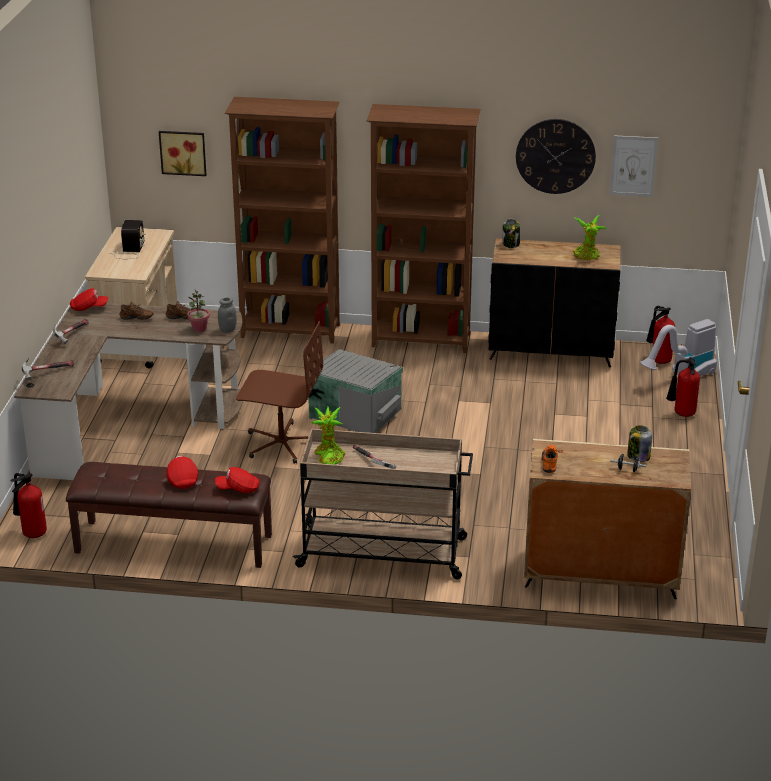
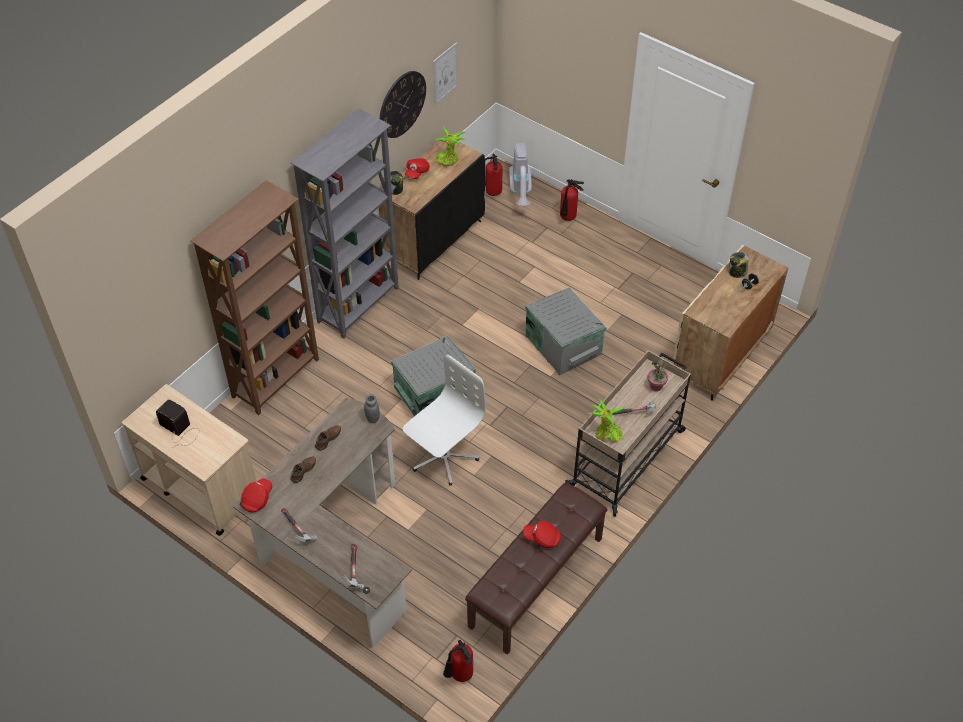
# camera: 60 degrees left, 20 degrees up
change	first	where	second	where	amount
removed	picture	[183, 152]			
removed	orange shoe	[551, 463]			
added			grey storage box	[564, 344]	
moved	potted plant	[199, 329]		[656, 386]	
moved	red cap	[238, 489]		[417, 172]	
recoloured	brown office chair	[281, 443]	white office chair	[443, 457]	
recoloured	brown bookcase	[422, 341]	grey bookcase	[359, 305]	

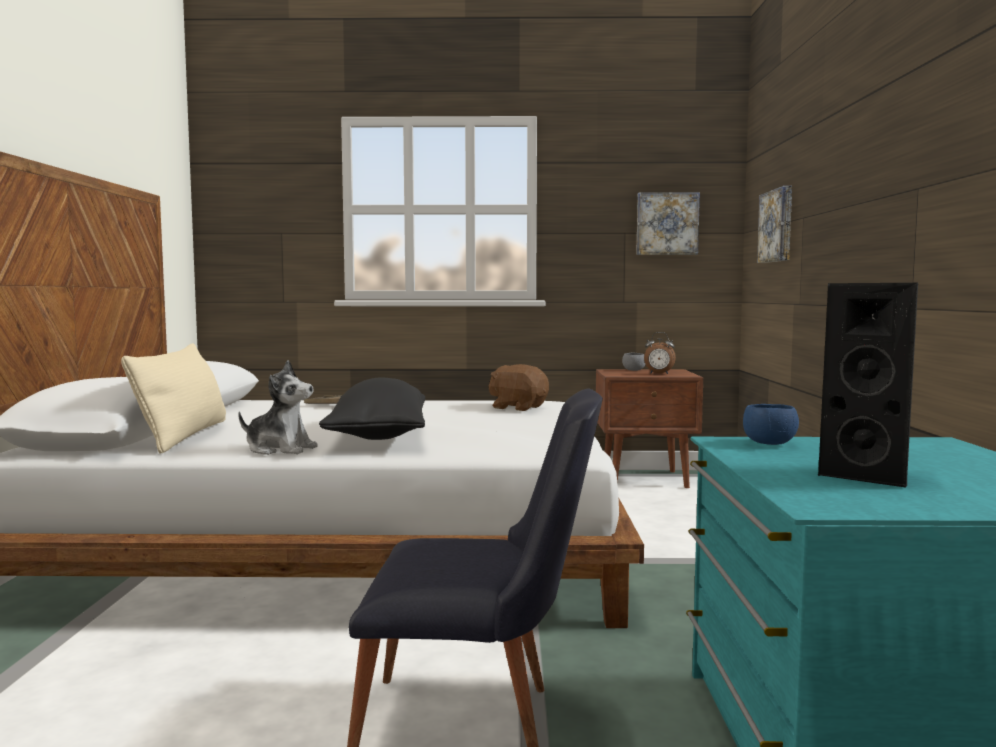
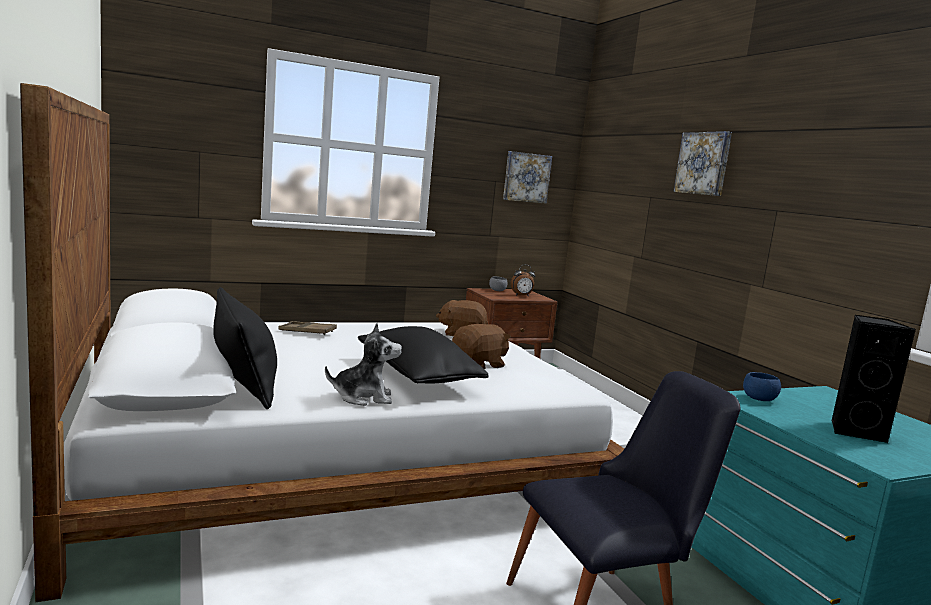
# camera: 25 degrees left, 5 degrees up
change	first	where	second	where	amount
added			brown plush toy	[479, 364]	
moved	picture	[778, 226]		[704, 163]	
recoloured	beige pillow	[183, 436]	black pillow	[243, 381]	

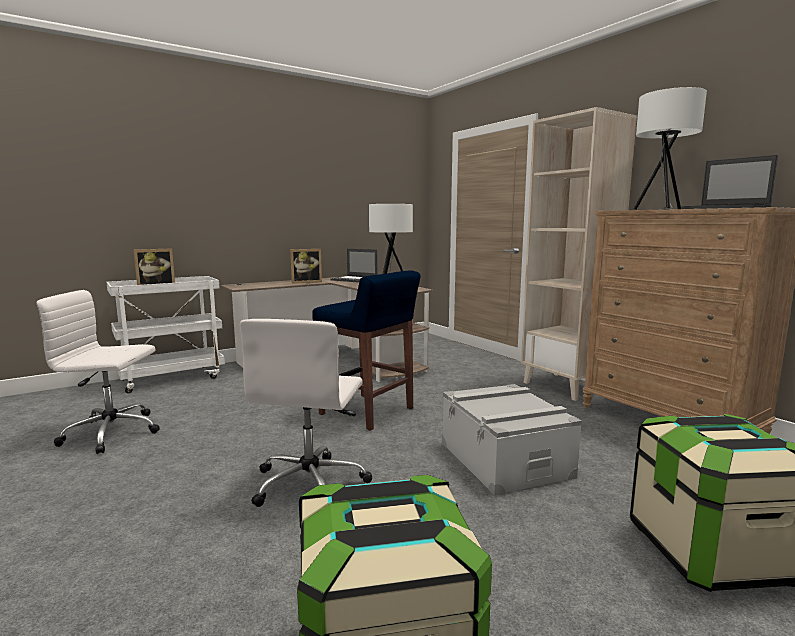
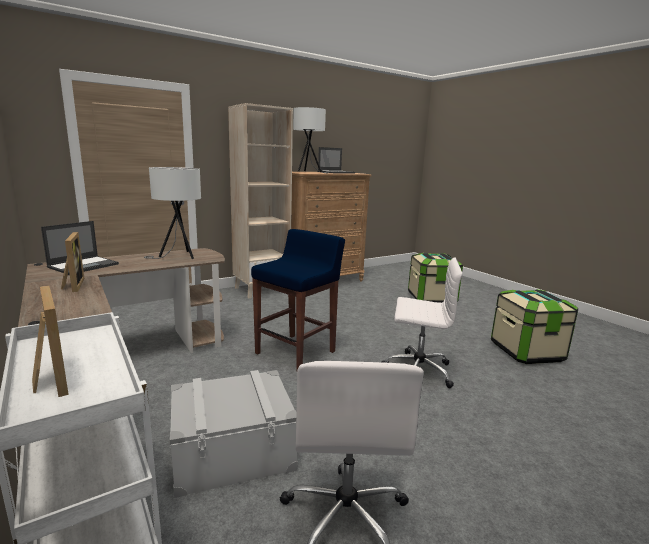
# camera: 90 degrees left, 5 degrees up
change	first	where	second	where	amount
moved	grey storage box	[505, 459]		[233, 450]	

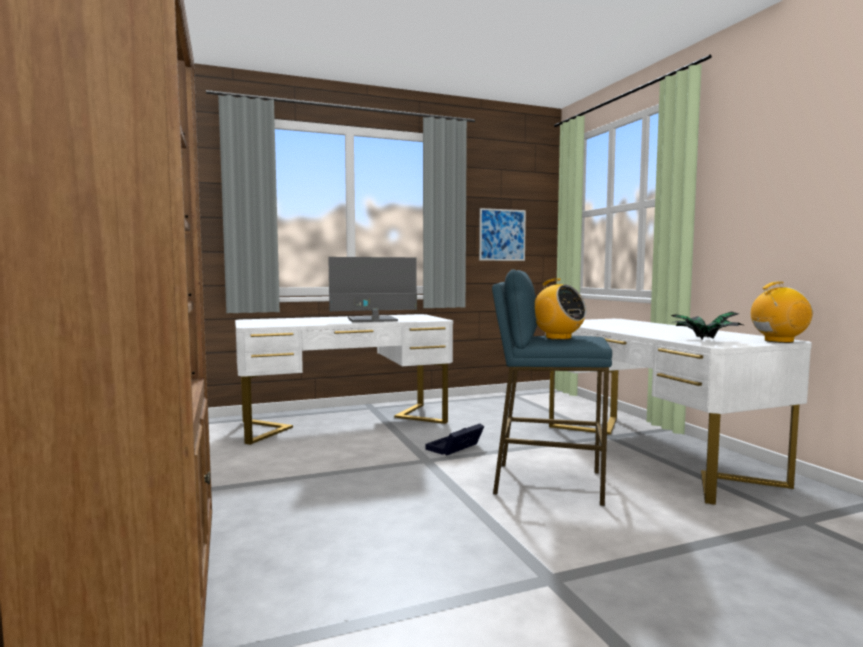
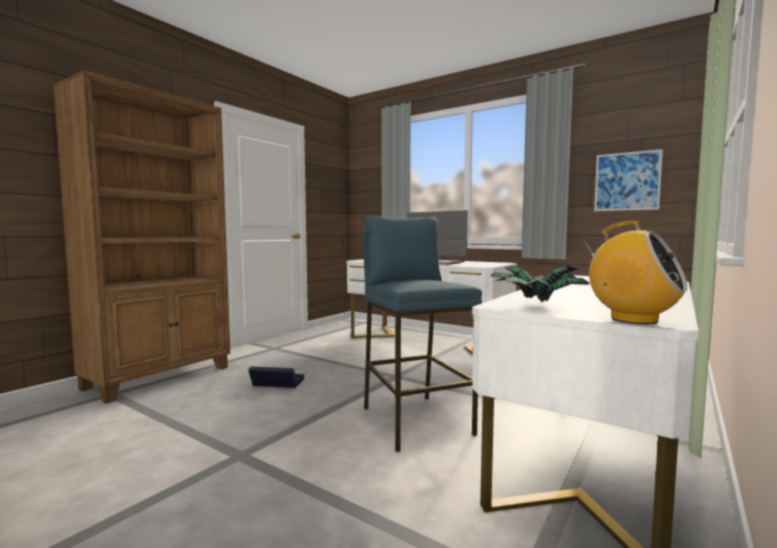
# camera: 55 degrees right, 0 degrees up
change	first	where	second	where	amount
removed	radio	[558, 338]			
moved	black storage box	[454, 448]		[275, 384]	

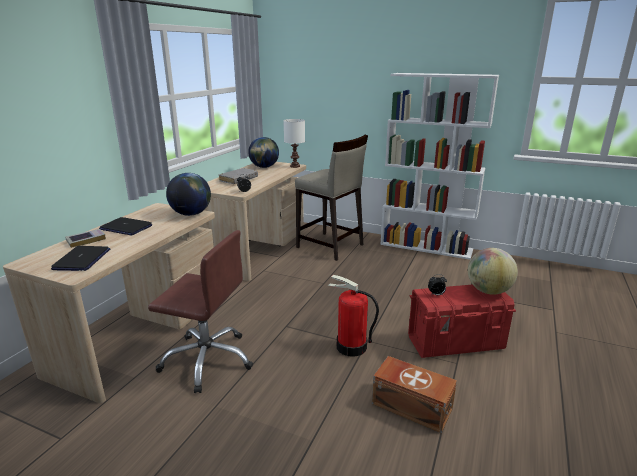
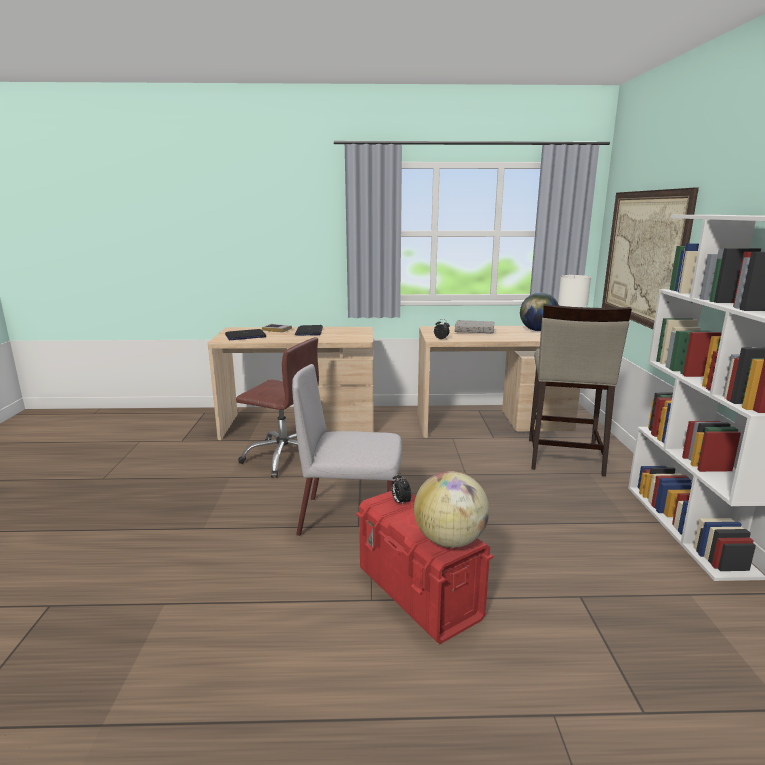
# camera: 65 degrees right, 5 degrees down
change	first	where	second	where	amount
removed	globe	[191, 214]			
removed	brown storage box	[411, 405]			
added			picture	[643, 257]	
replaced	fire extinguisher	[351, 347]	grey chair	[351, 518]	
turned	brown office chair	[208, 359]		[284, 457]	60 degrees counterclockwise

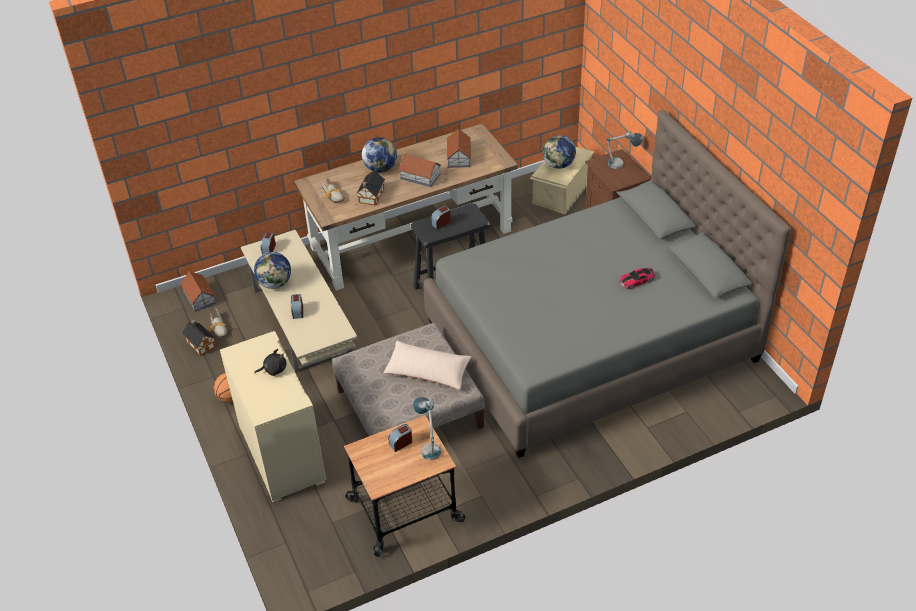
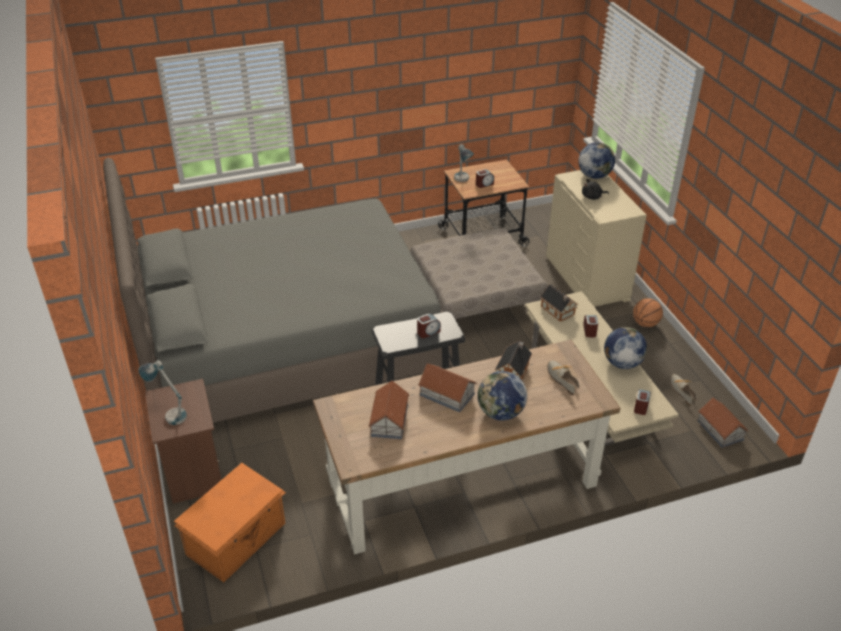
# camera: 175 degrees left, 5 degrees down
change	first	where	second	where	amount
removed	beige pillow	[428, 371]			
removed	toy car	[636, 280]			
moved	toy house	[200, 343]		[558, 311]	
moved	globe	[558, 165]		[594, 175]	
recoloured	beige storage box	[560, 192]	orange storage box	[238, 539]	

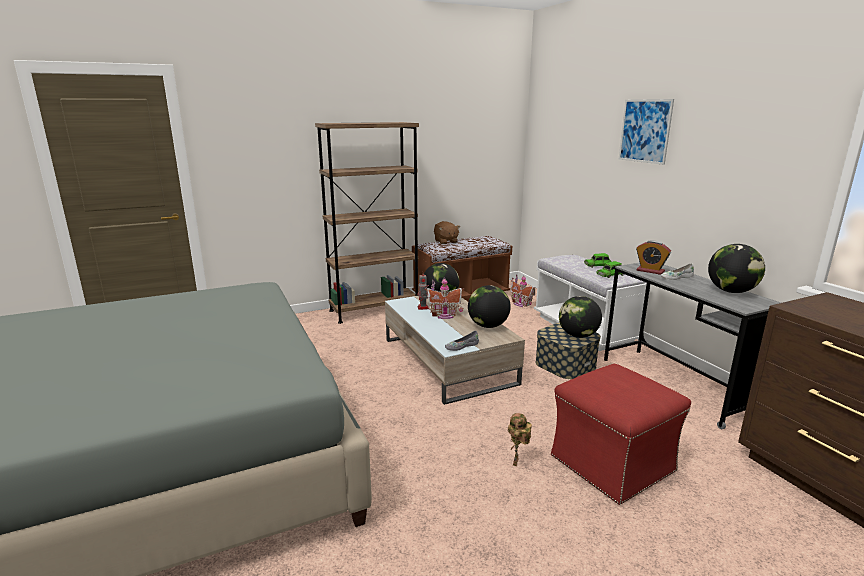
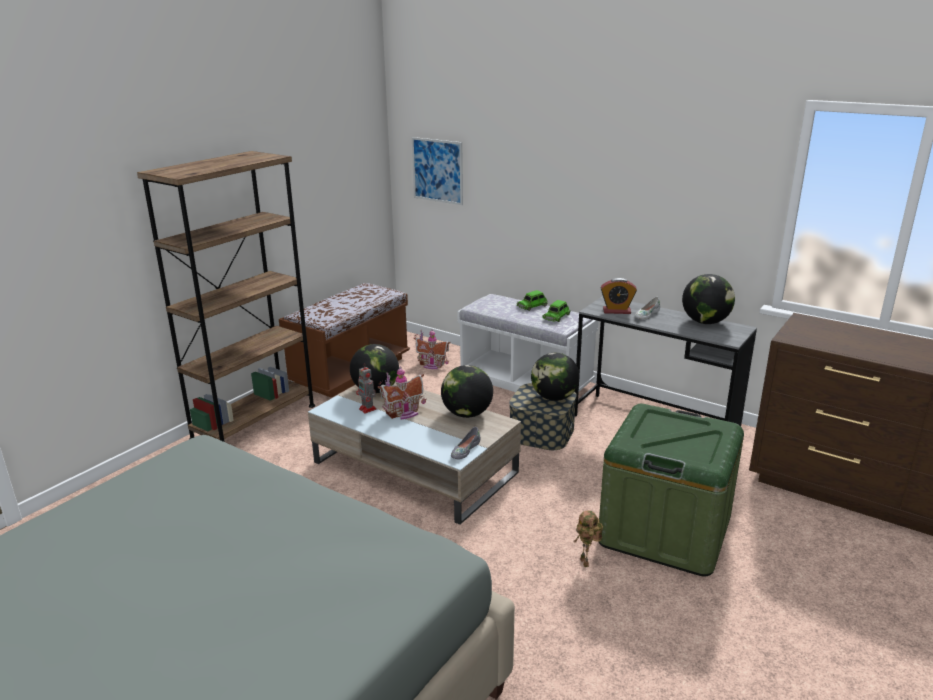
# camera: 30 degrees left, 5 degrees up
change	first	where	second	where	amount
removed	brown plush toy	[445, 241]			
moved	picture	[645, 131]		[437, 170]	
replaced	red ottoman	[611, 464]	green storage box	[664, 530]	

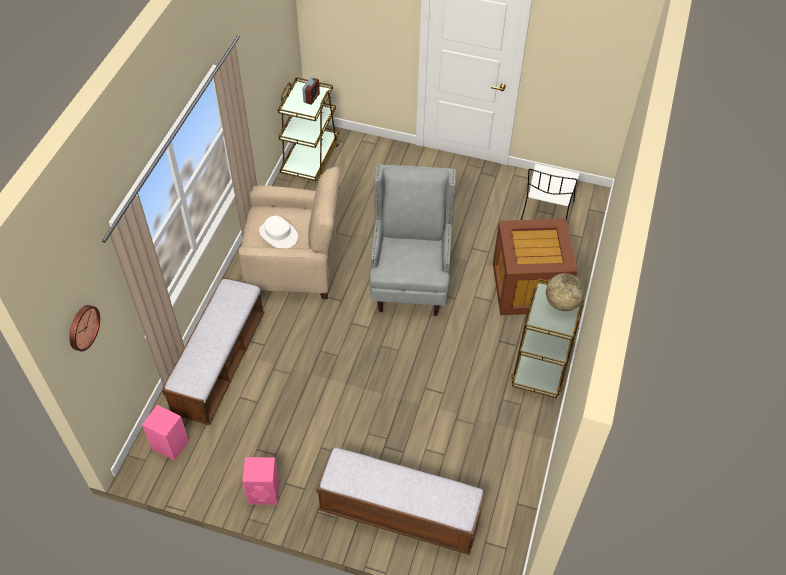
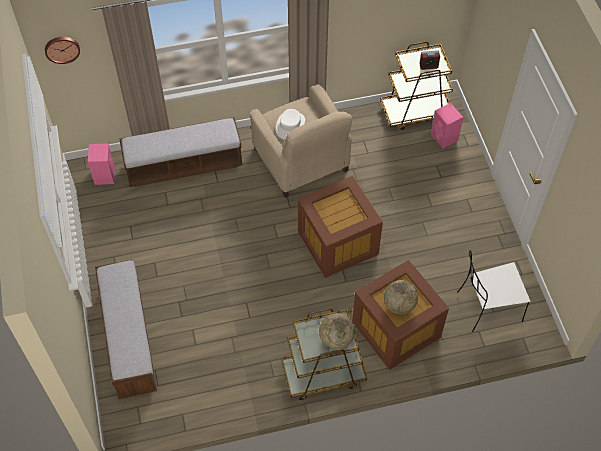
# camera: 60 degrees right, 5 degrees up
change	first	where	second	where	amount
added			globe	[399, 305]	
moved	pink speaker	[265, 492]		[444, 137]	
replaced	grey armchair	[410, 283]	brown storage box	[339, 243]	

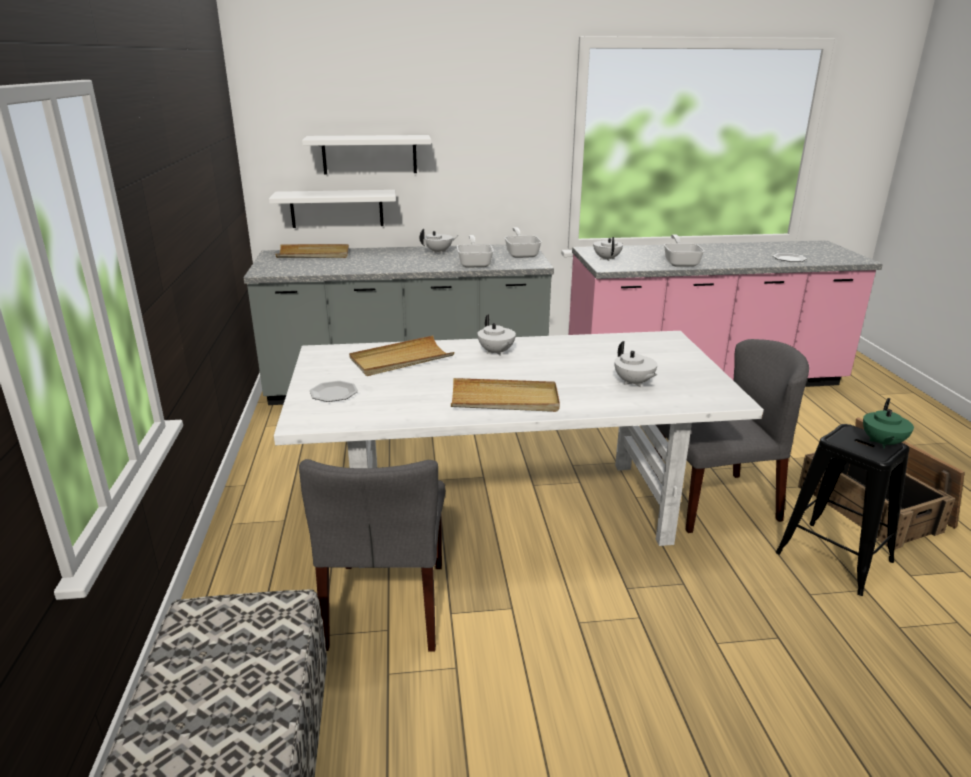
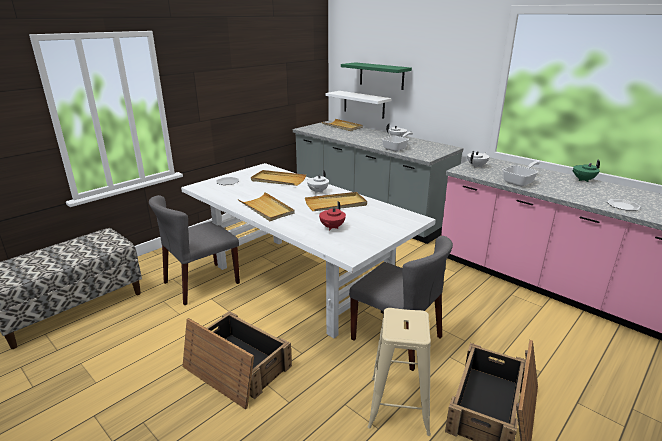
# camera: 50 degrees right, 0 degrees up
change	first	where	second	where	amount
removed	frying pan	[521, 253]			
added			crate	[236, 367]	
added			beige tray	[336, 204]	
moved	green teapot	[882, 443]		[582, 180]	
recoloured	white shelf	[369, 154]	green shelf	[381, 76]	
recoloured	white teapot	[633, 383]	red teapot	[331, 227]	
recoloured	black stool	[833, 557]	beige stool	[399, 404]	

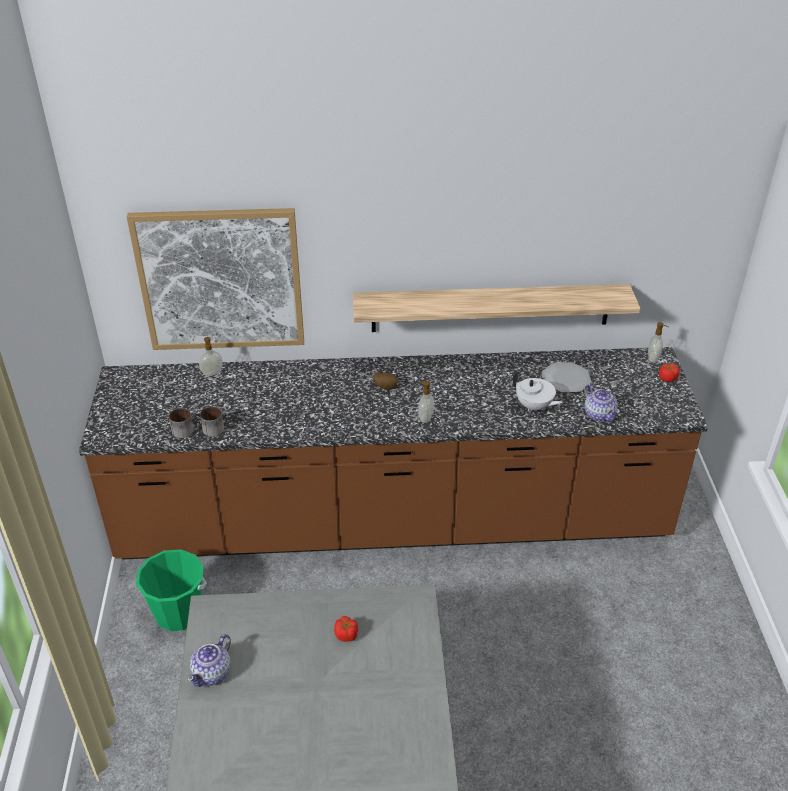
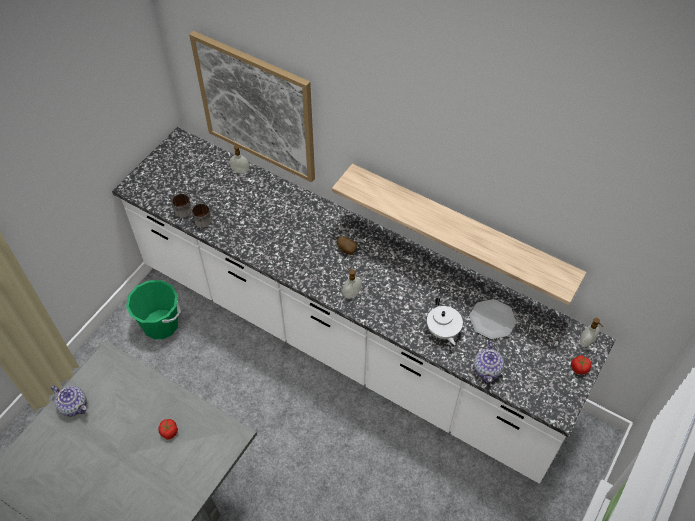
# camera: 35 degrees right, 15 degrees up
change	first	where	second	where	amount
recoloured	brown counter	[394, 522]	white counter	[347, 340]	
turned	teapot	[212, 673]		[73, 405]	120 degrees counterclockwise

